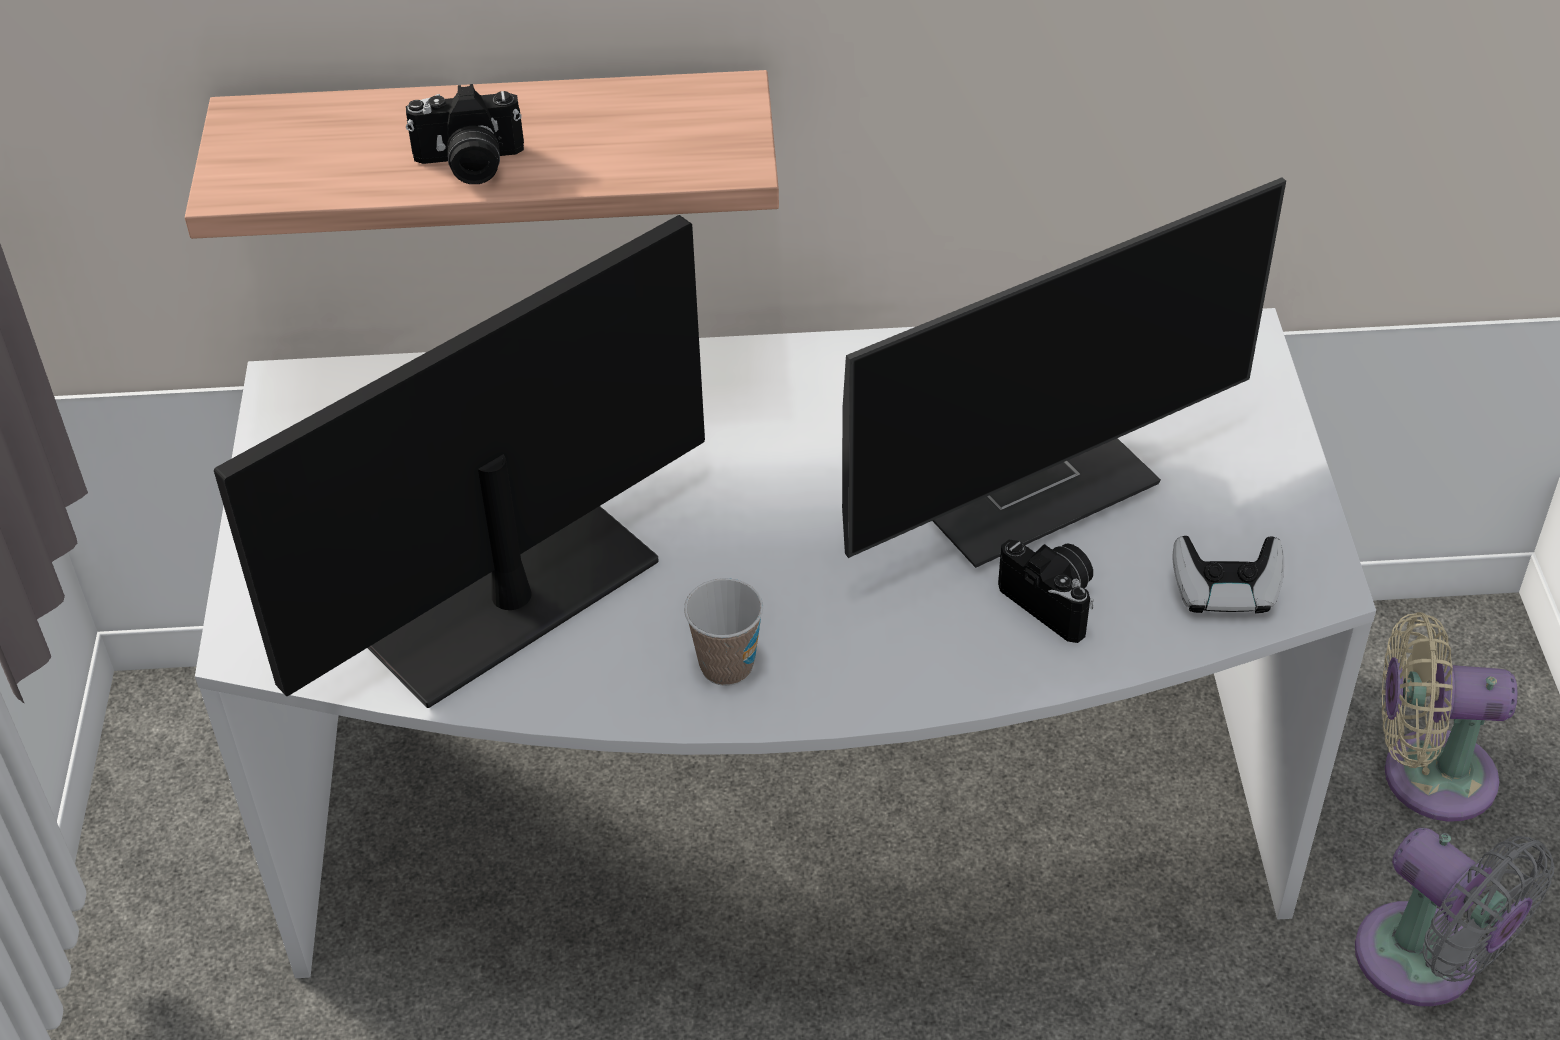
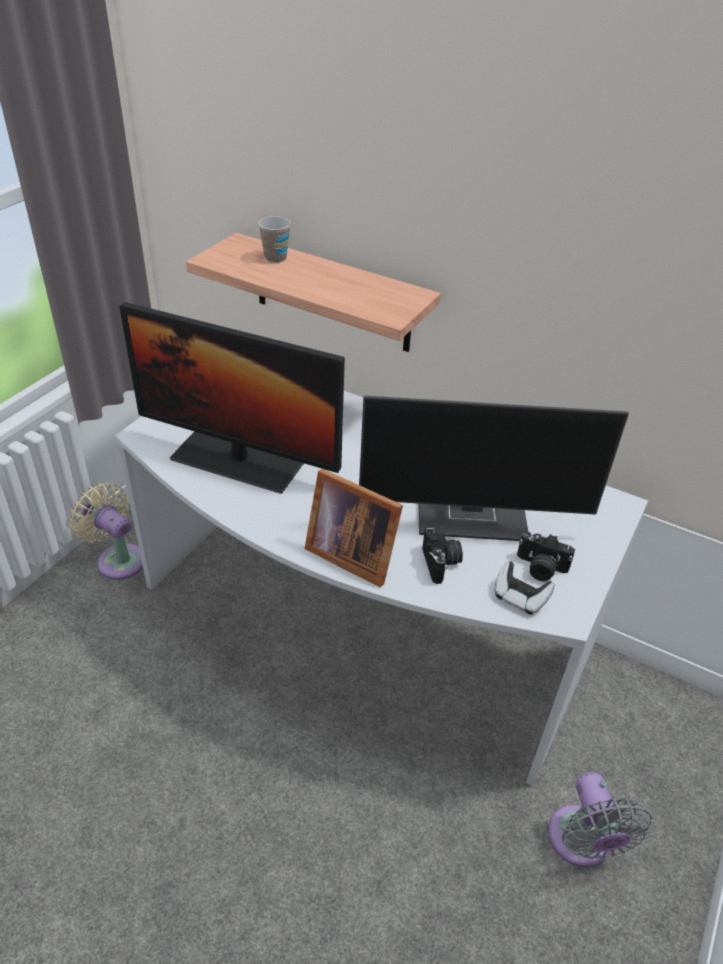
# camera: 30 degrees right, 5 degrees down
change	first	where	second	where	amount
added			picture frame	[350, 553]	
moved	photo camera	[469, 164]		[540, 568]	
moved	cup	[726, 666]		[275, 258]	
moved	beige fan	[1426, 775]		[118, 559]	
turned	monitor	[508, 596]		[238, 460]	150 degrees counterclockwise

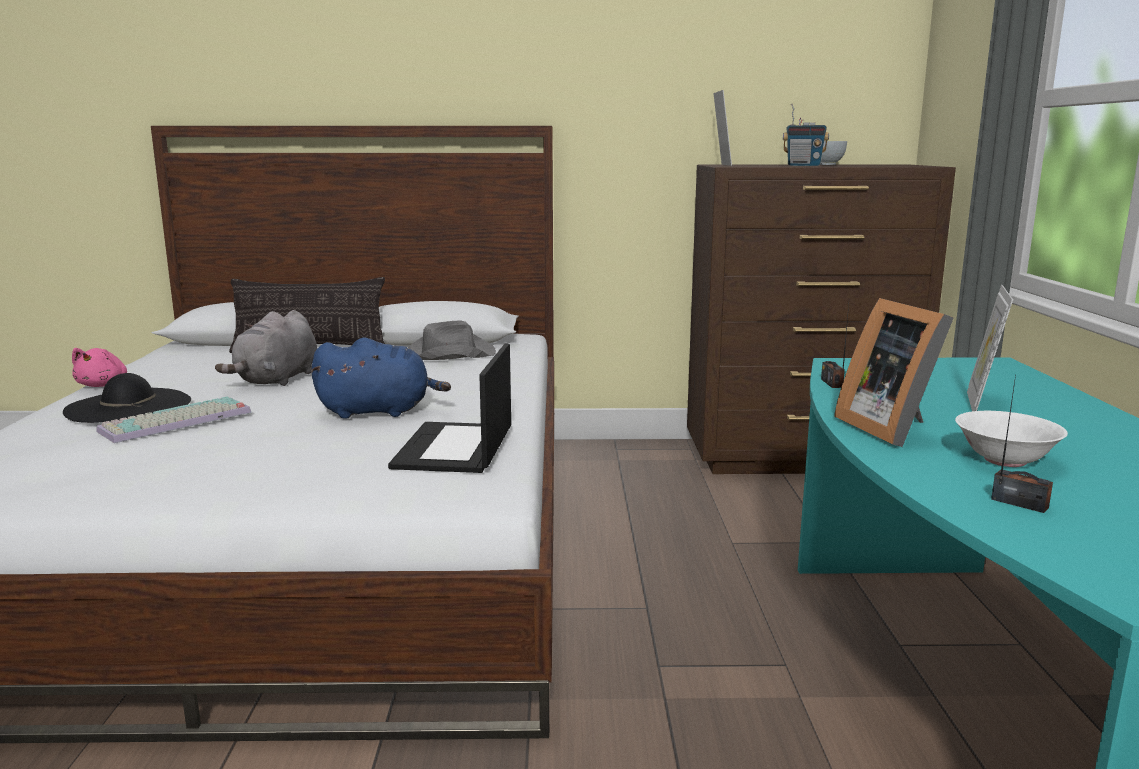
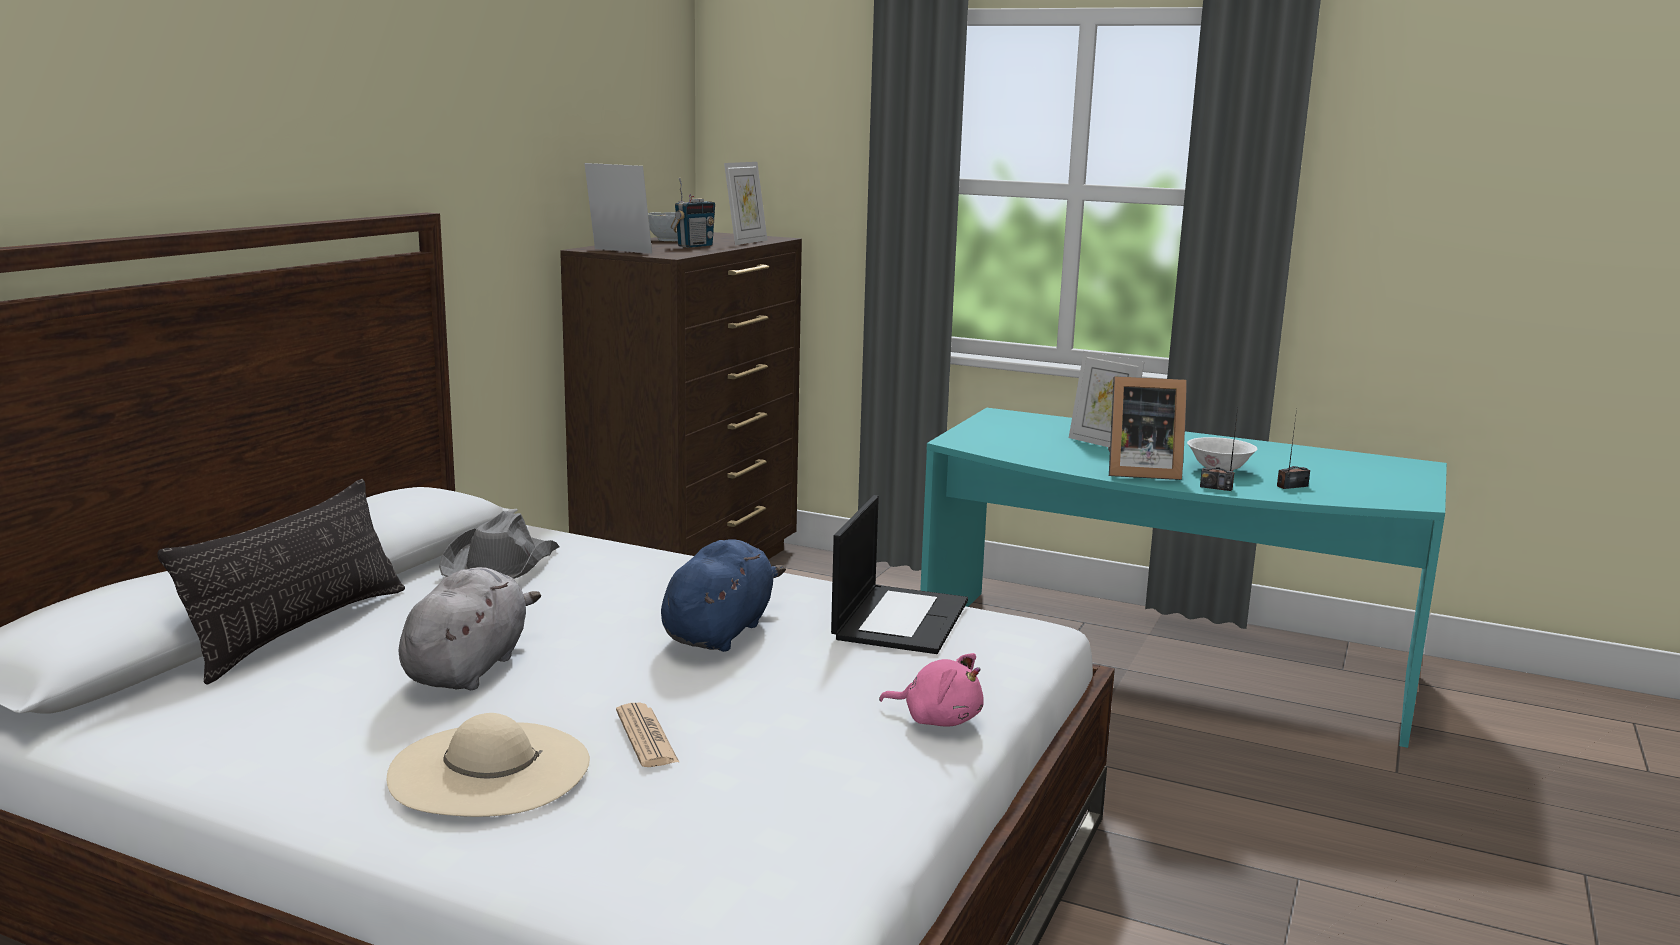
# camera: 65 degrees left, 0 degrees up
change	first	where	second	where	amount
added			picture frame	[746, 242]	
moved	pink plush toy	[103, 385]		[938, 719]	
moved	radio	[832, 383]		[1216, 487]	
replaced	keyboard	[175, 422]	newspaper	[646, 737]	
recoloured	black hat	[128, 406]	beige hat	[489, 769]	
turned	grey plush toy	[276, 380]		[468, 668]	120 degrees counterclockwise
turned	laptop	[455, 448]		[900, 619]	105 degrees counterclockwise

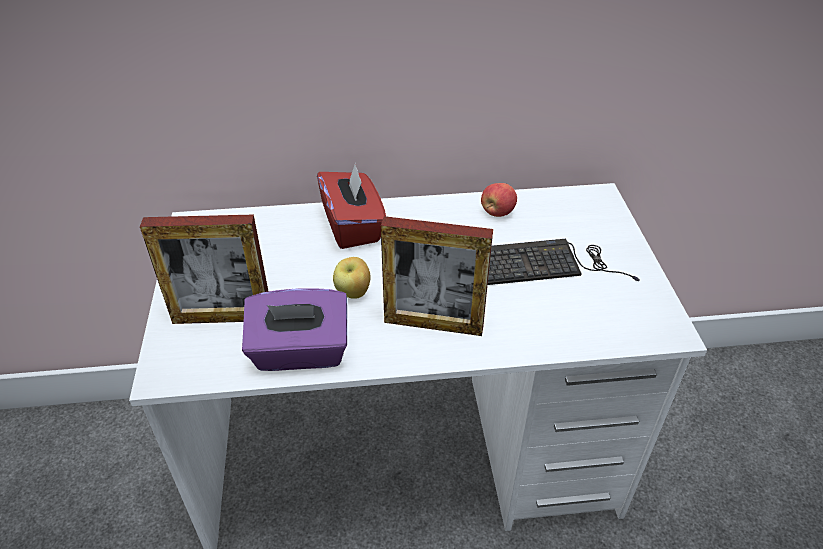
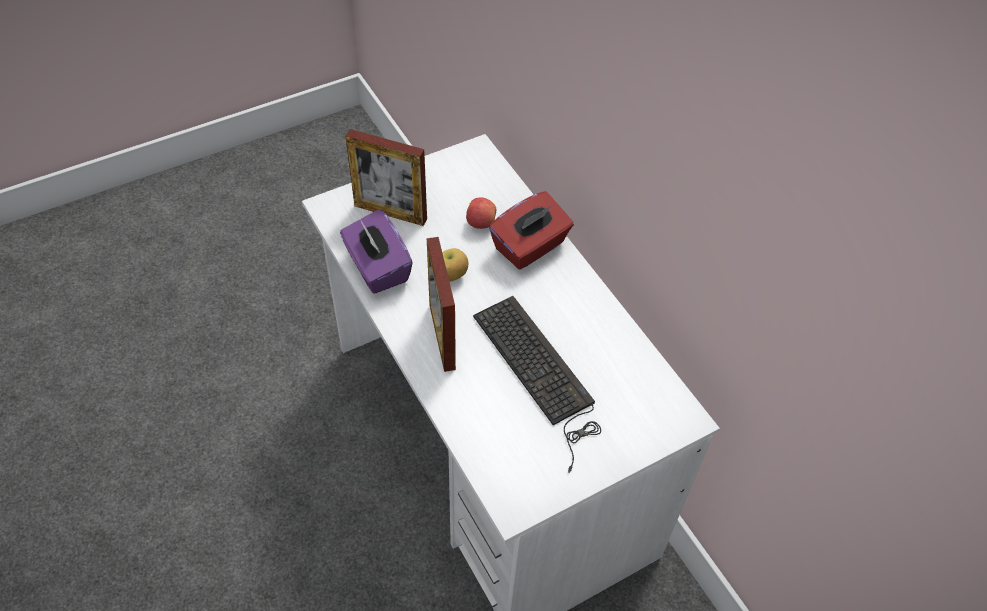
# camera: 65 degrees right, 10 degrees up
change	first	where	second	where	amount
moved	apple	[497, 212]		[480, 223]	
turned	picture frame	[222, 317]		[390, 212]	45 degrees counterclockwise

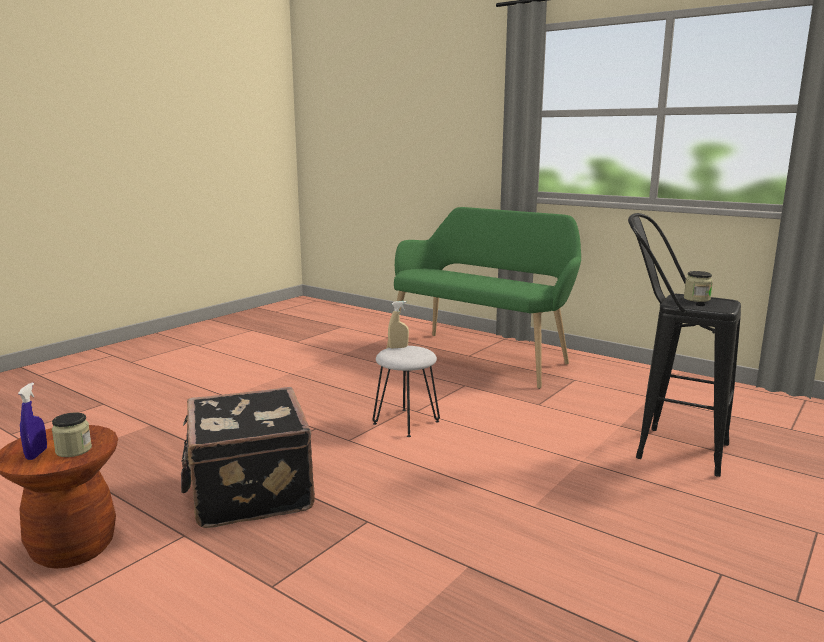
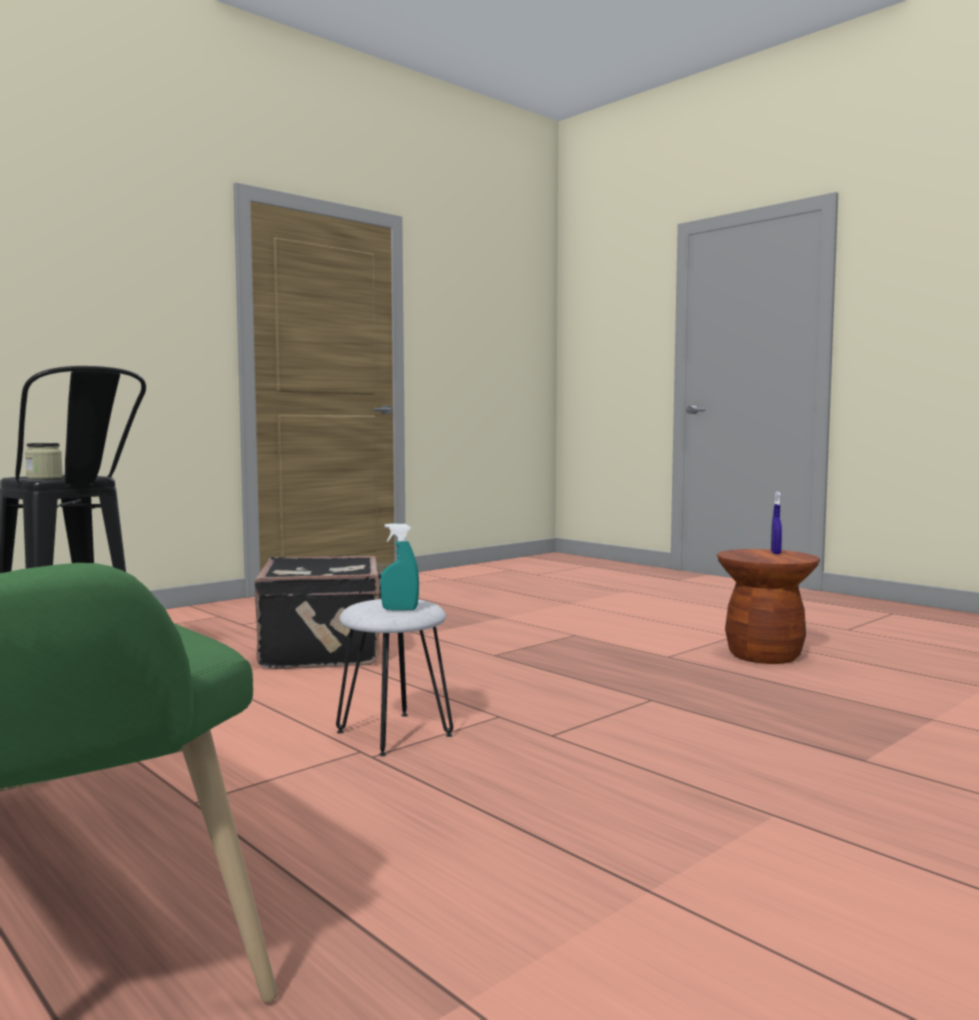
# camera: 170 degrees left, 10 degrees down
change	first	where	second	where	amount
removed	jar	[73, 450]			
moved	black suitcase	[248, 491]		[325, 651]	
recoloured	beige spray bottle	[398, 347]	turquoise spray bottle	[400, 609]	

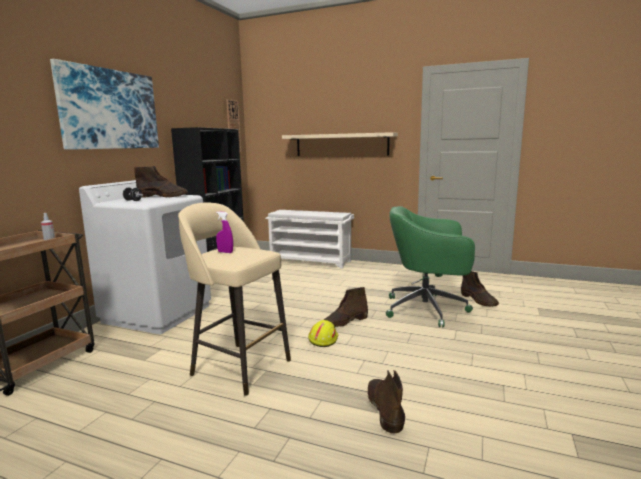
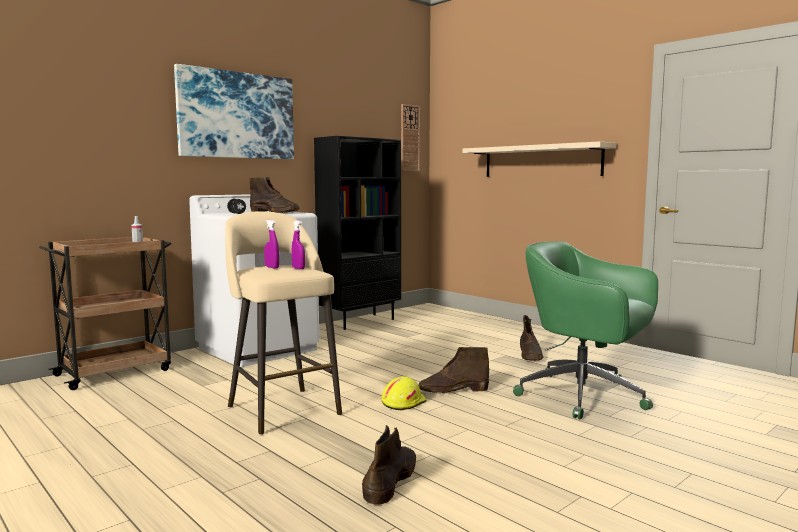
# camera: 25 degrees right, 5 degrees down
change	first	where	second	where	amount
removed	white shoe rack	[311, 261]			
added			purple spray bottle	[298, 268]	
moved	brown boot	[479, 300]		[530, 355]	

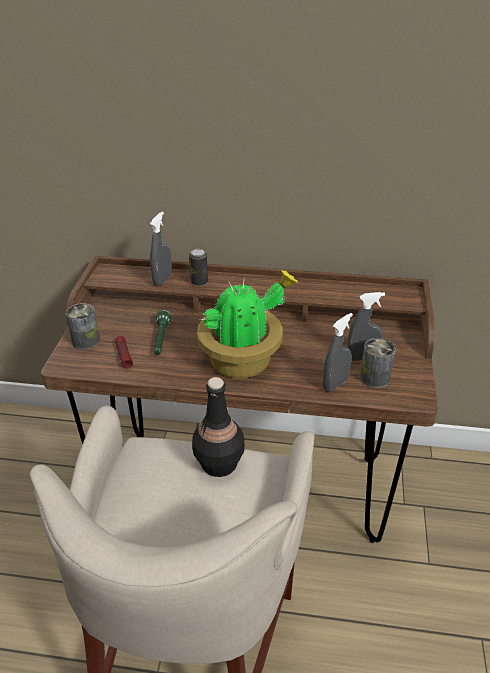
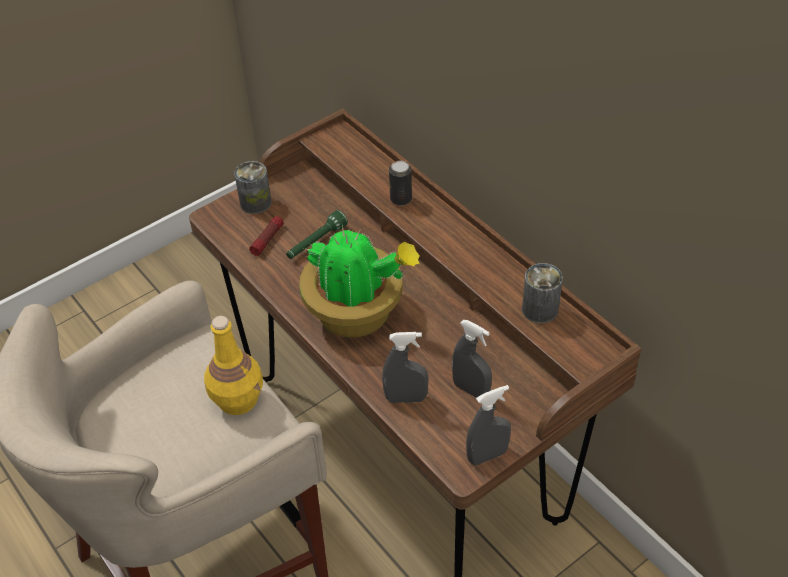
# camera: 45 degrees right, 10 degrees up
change	first	where	second	where	amount
moved	grey spray bottle	[162, 280]		[487, 455]	
moved	can	[375, 378]		[540, 309]	
recoloured	black bottle	[219, 463]	yellow bottle	[238, 399]	

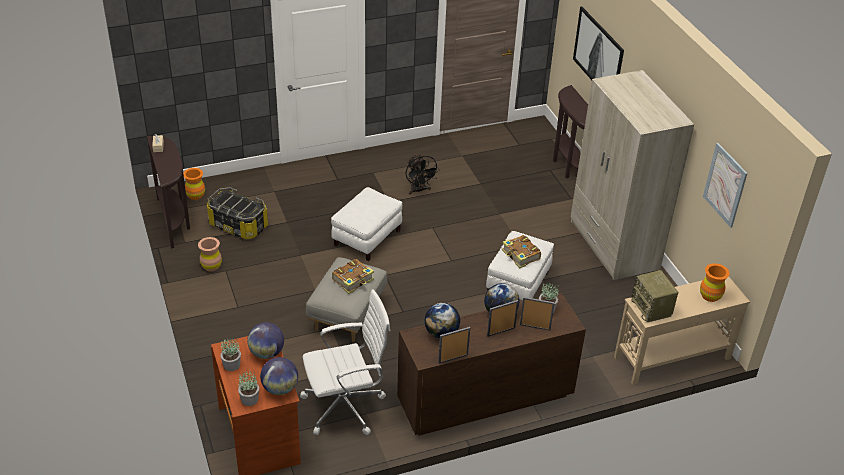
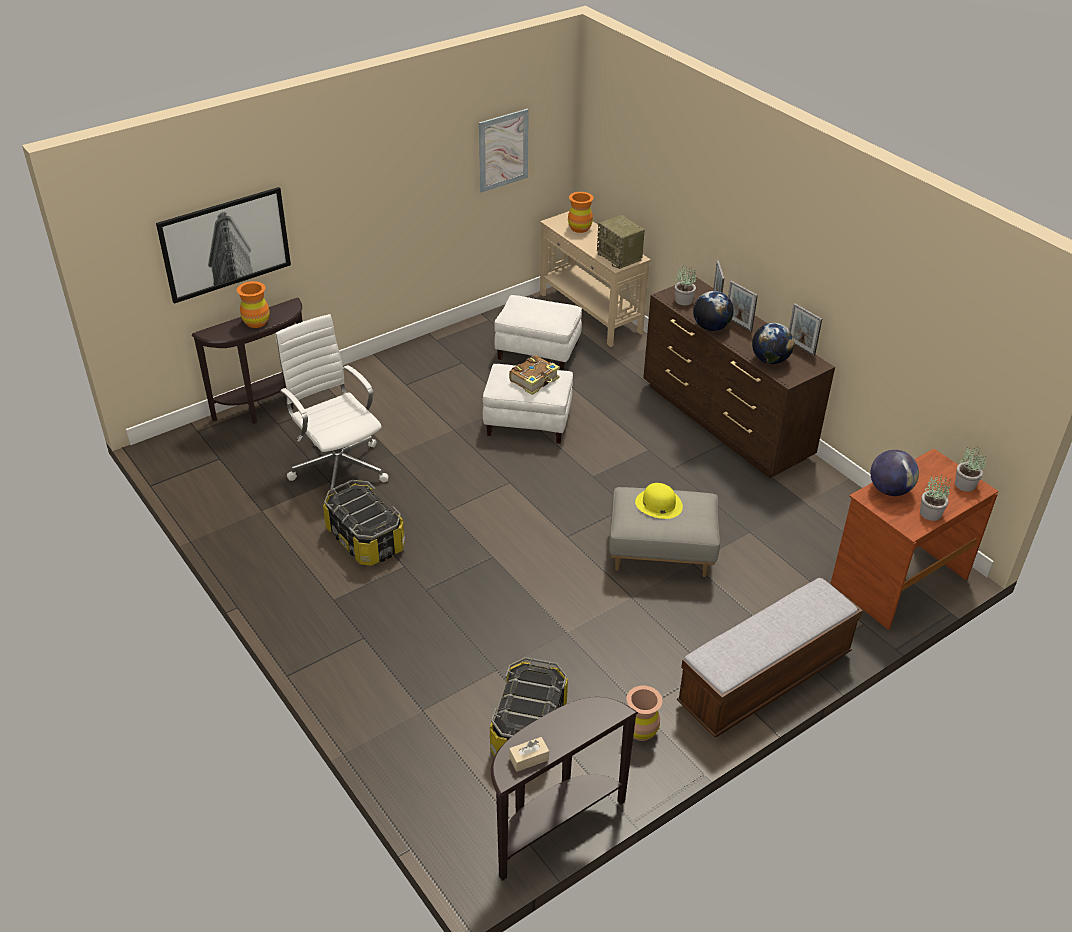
# camera: 105 degrees left, 0 degrees up
change	first	where	second	where	amount
removed	globe	[280, 388]			
removed	beige wardrobe	[613, 245]			
added			bench	[764, 679]	
moved	orange vase	[195, 195]		[256, 322]	
moved	white office chair	[346, 406]		[338, 467]	
moved	white ottoman	[367, 238]		[537, 351]	
replaced	book	[353, 280]	yellow hat	[658, 504]	
replaced	black fan	[419, 190]	storage box	[365, 539]	
turned	radio	[652, 308]		[620, 257]	90 degrees clockwise

